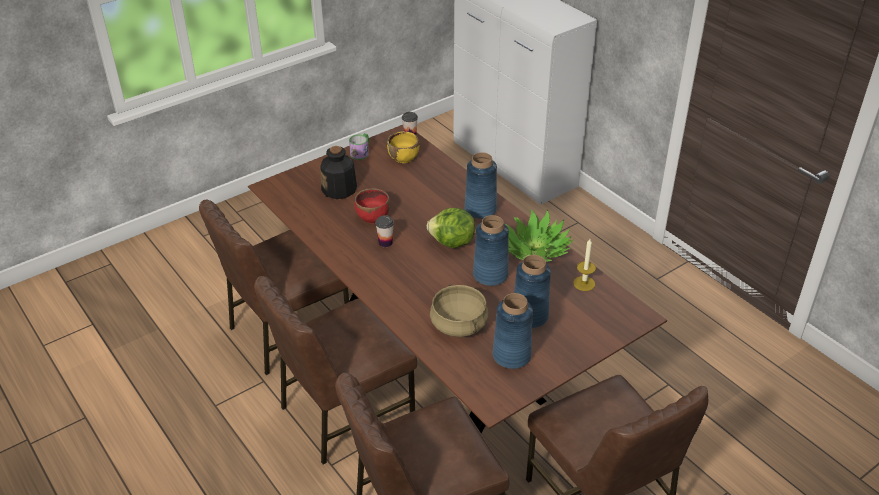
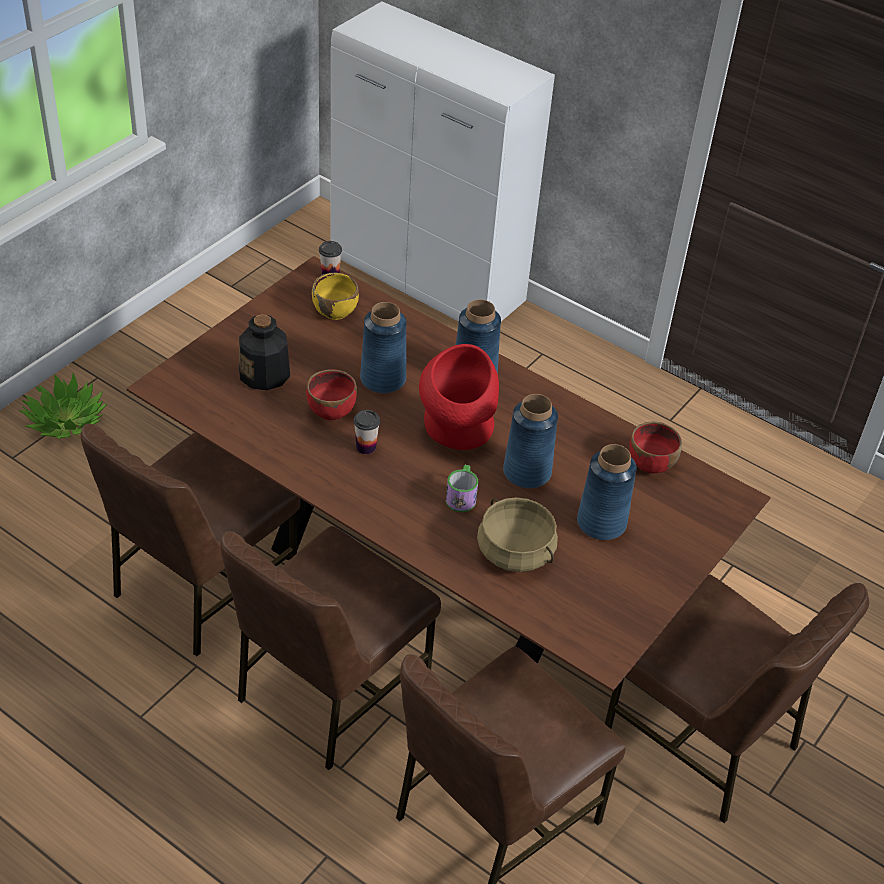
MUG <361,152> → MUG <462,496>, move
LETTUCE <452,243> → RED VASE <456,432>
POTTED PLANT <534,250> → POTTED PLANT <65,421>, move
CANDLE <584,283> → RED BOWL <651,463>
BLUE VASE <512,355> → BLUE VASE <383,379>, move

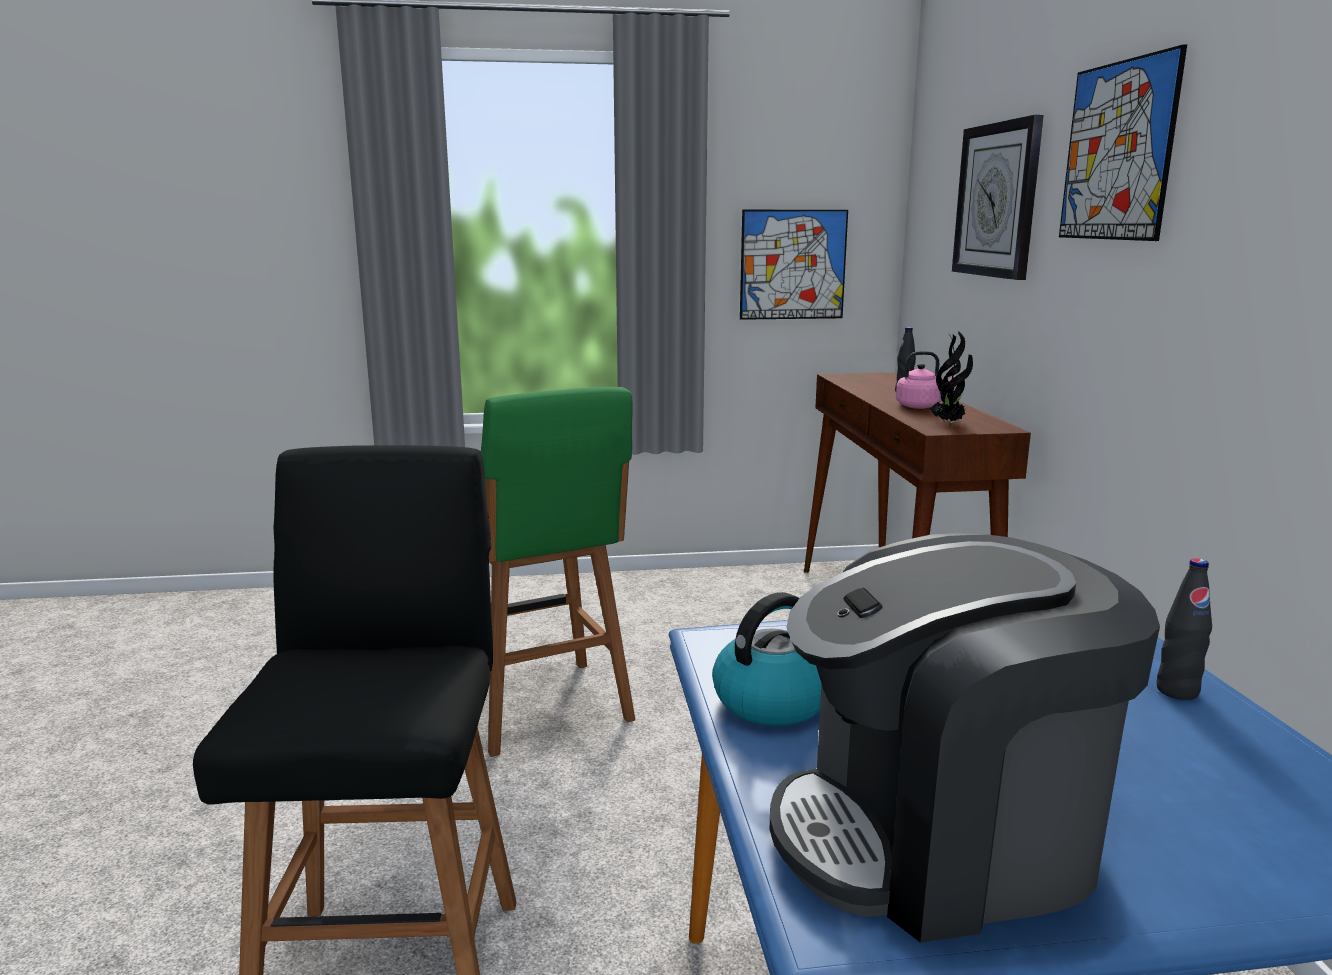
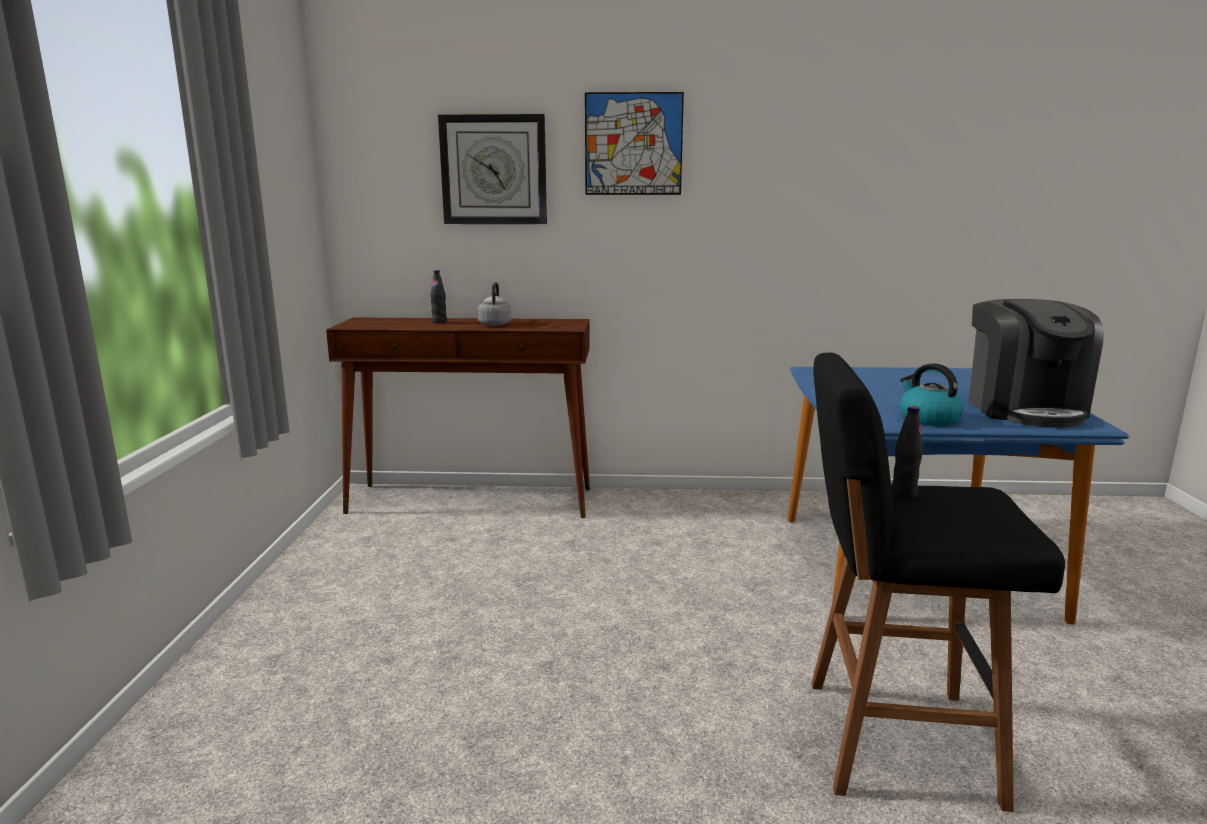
PICTURE <793,265> → -
POTTED PLANT <949,423> → -
PINK KETTLE <921,406> → GREY KETTLE <495,324>
GREEN STOOL <544,709> → -
BLACK BOTTLE <1177,691> → BLACK BOTTLE <903,495>, move

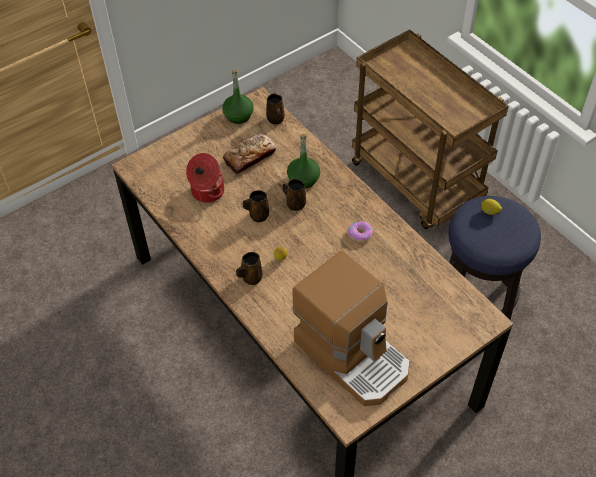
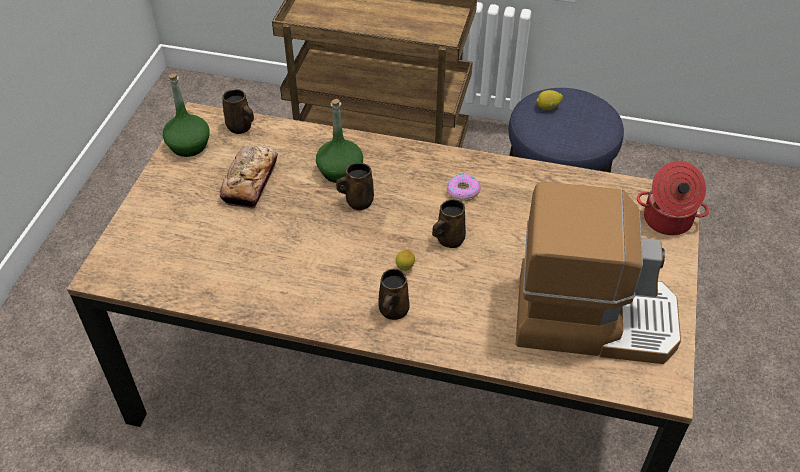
COOKING POT <207,192> → COOKING POT <667,220>, move
BROWN MUG <258,215> → BROWN MUG <449,239>, move

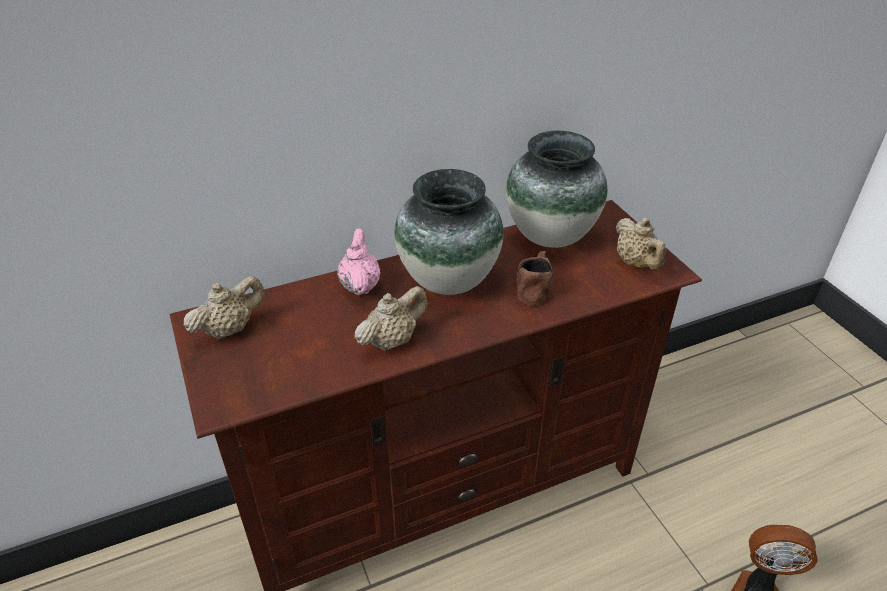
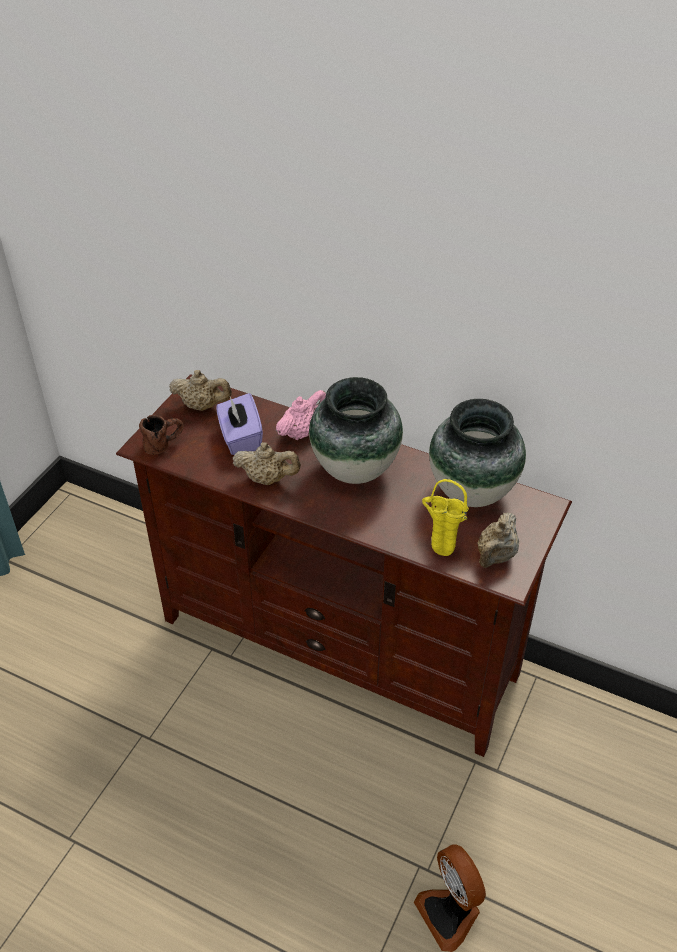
BROWN MUG <534,290> → BROWN MUG <164,444>, move
- → PURPLE TISSUE BOX <240,438>
- → YELLOW VASE <439,553>

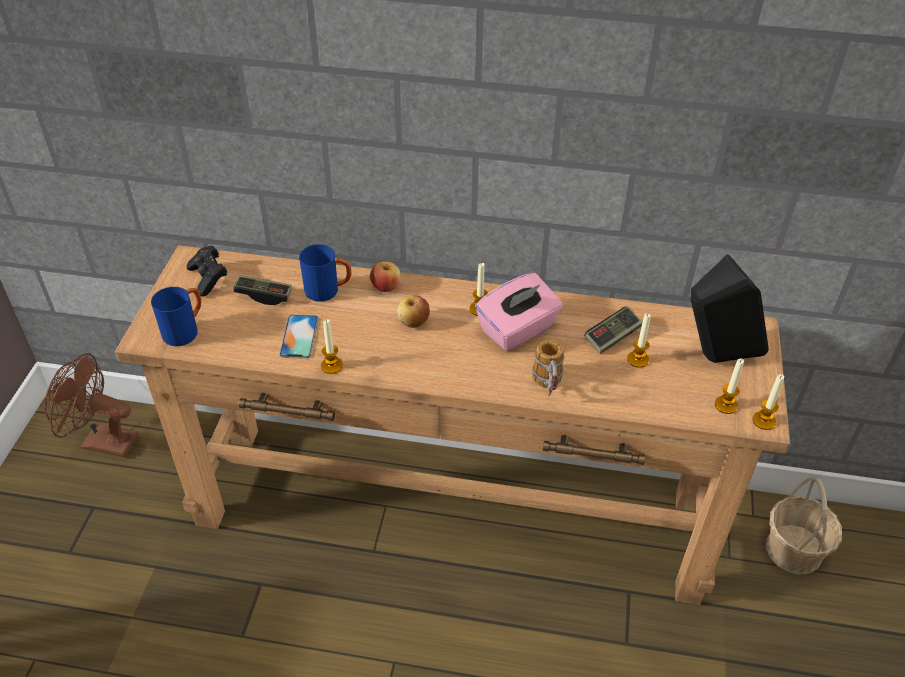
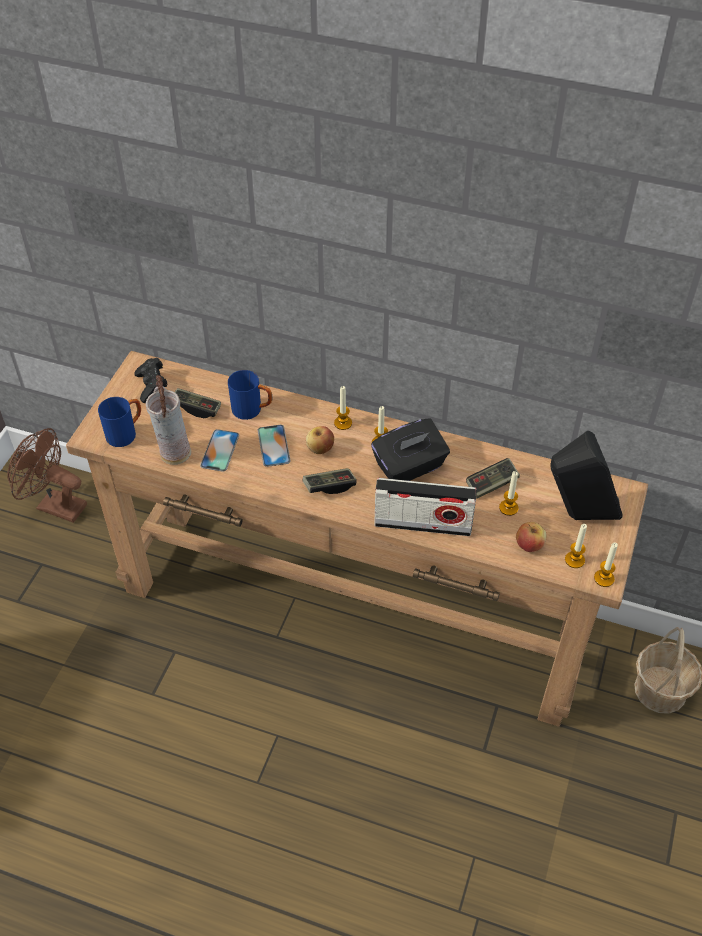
APPLE <386,287> → APPLE <529,545>, move
PINK TISSUE BOX <518,330> → BLACK TISSUE BOX <409,467>
CANDLE <331,366> → CANDLE <343,423>, move
MUG <548,387> → RADIO <423,524>
- → VASE <174,454>
- → PHONE <273,445>
- → GAME CONTROLLER <329,486>

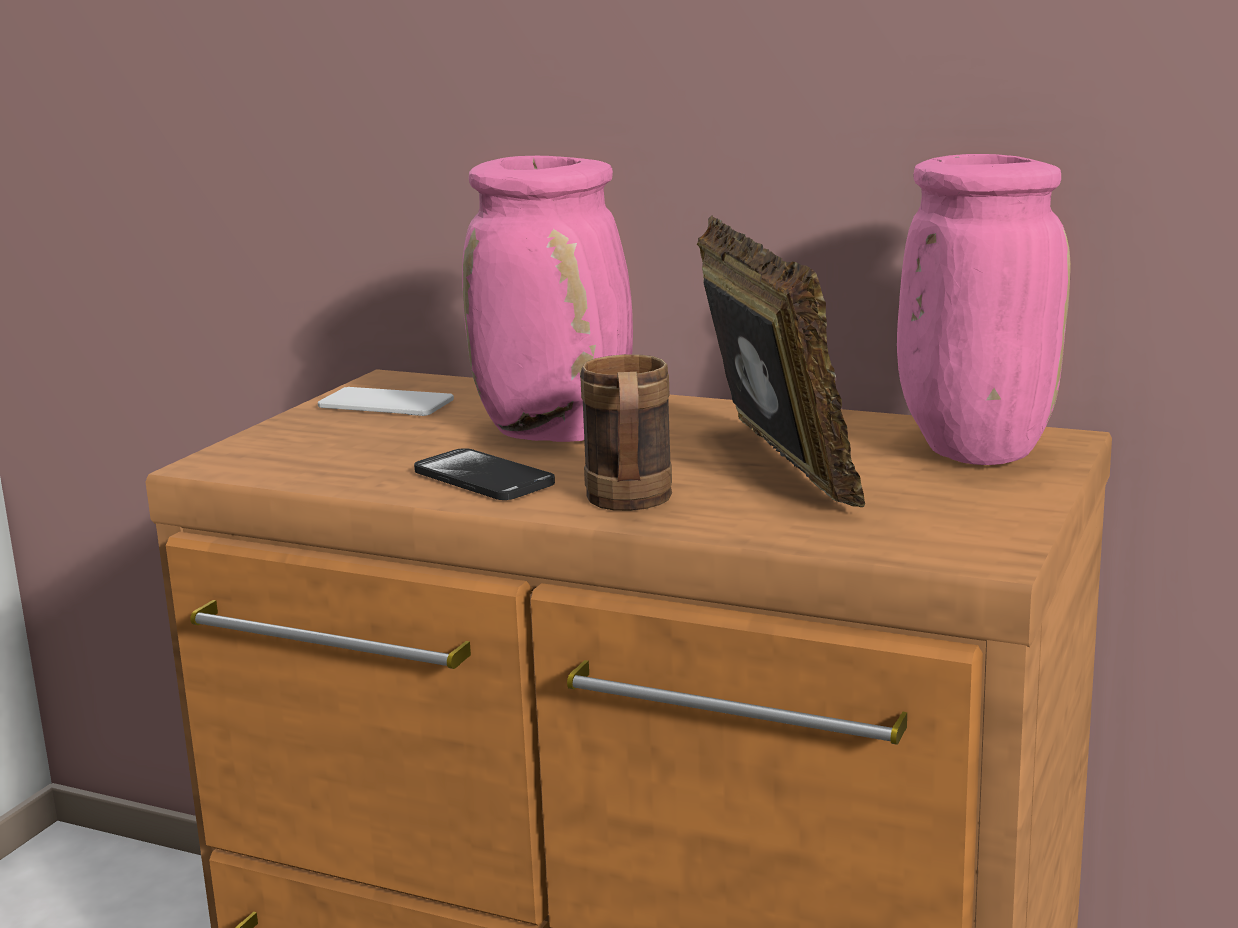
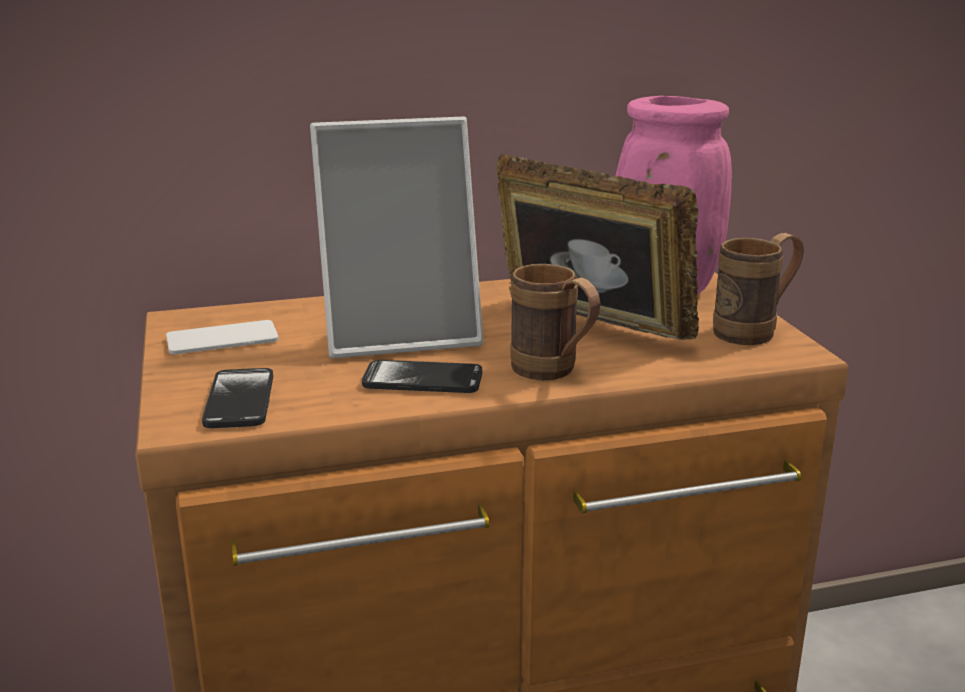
PINK VASE <558,433> → PICTURE FRAME <401,333>
- → BROWN MUG <755,331>
- → PHONE <239,400>

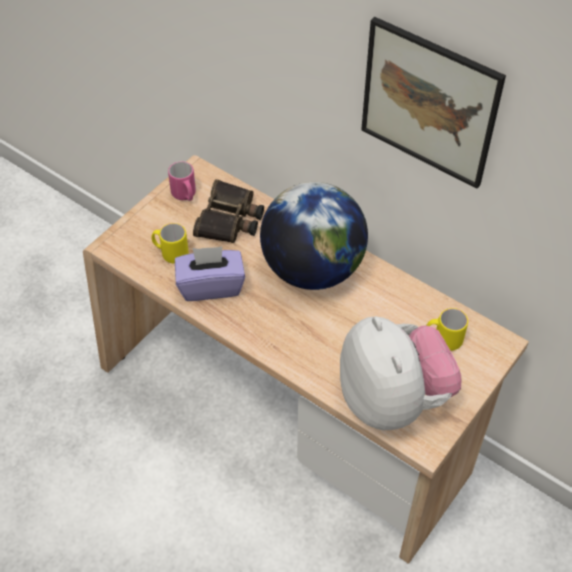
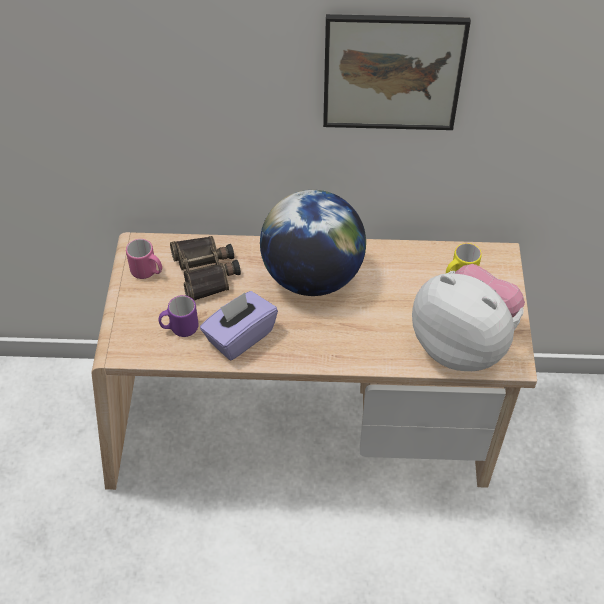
YELLOW MUG <170,253> → PURPLE MUG <179,328>

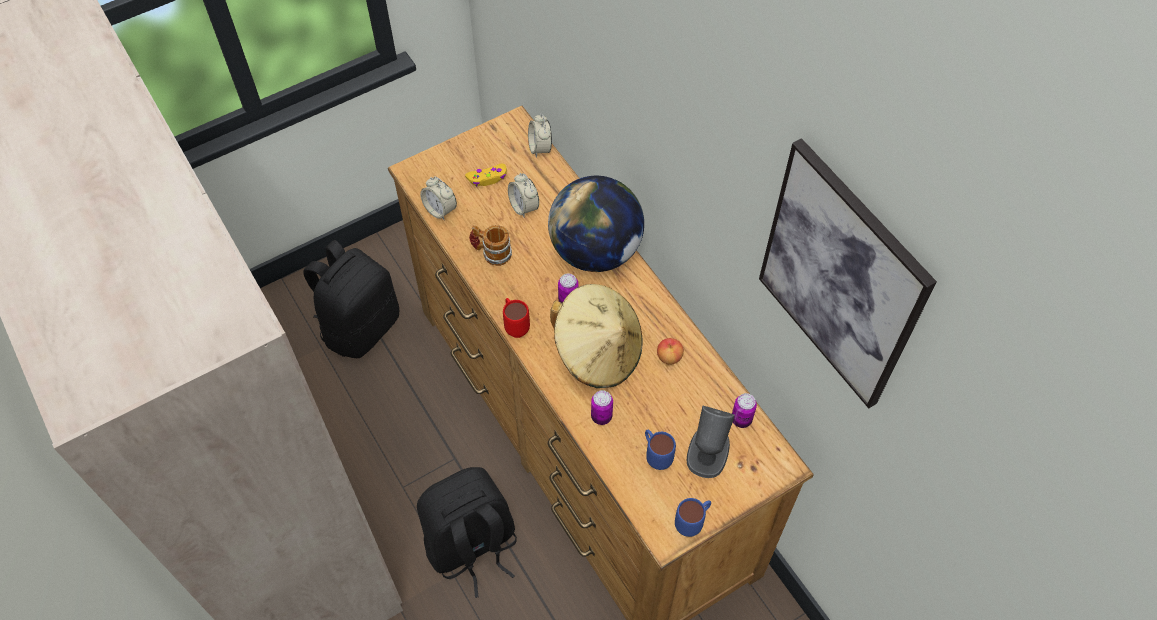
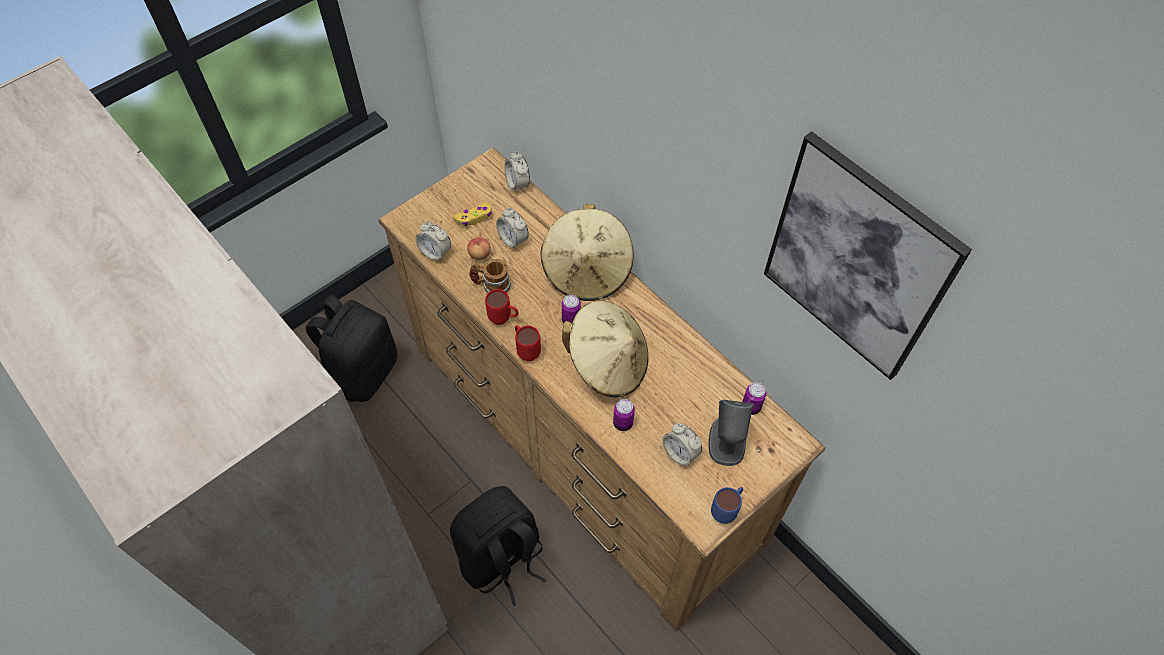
GLOBE <595,251> → BEIGE HAT <587,271>
APPLE <669,357> → APPLE <479,254>, move
BLUE MUG <656,456> → ALARM CLOCK <680,453>
- → RED MUG <504,319>

